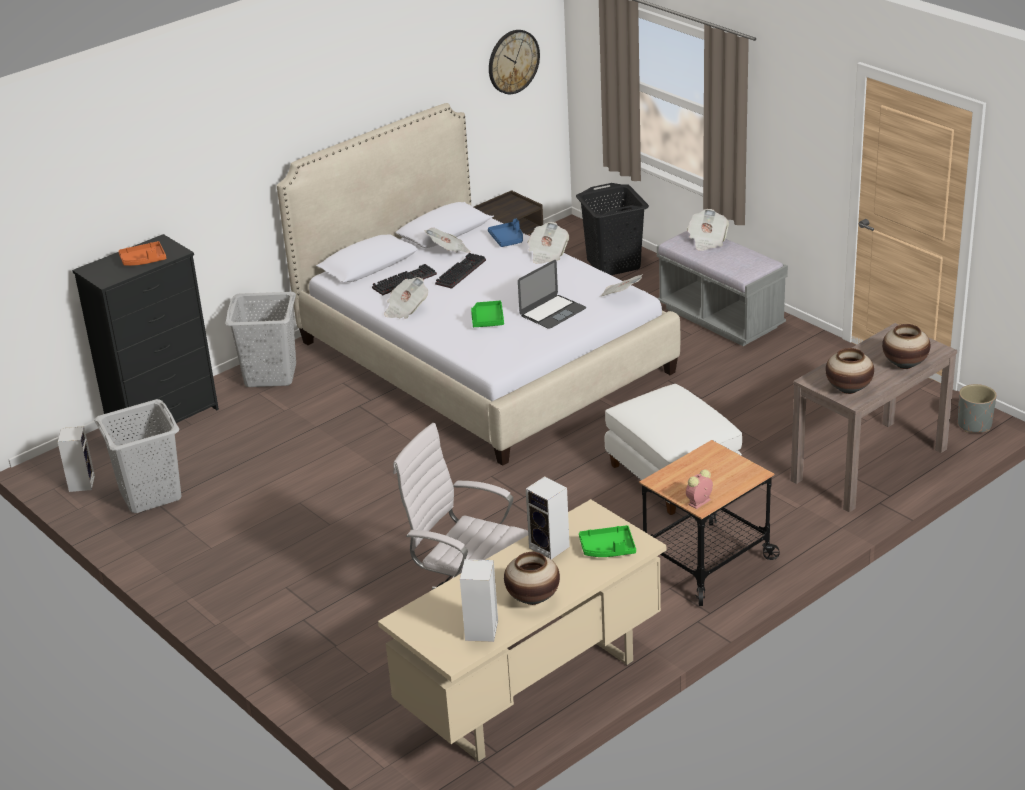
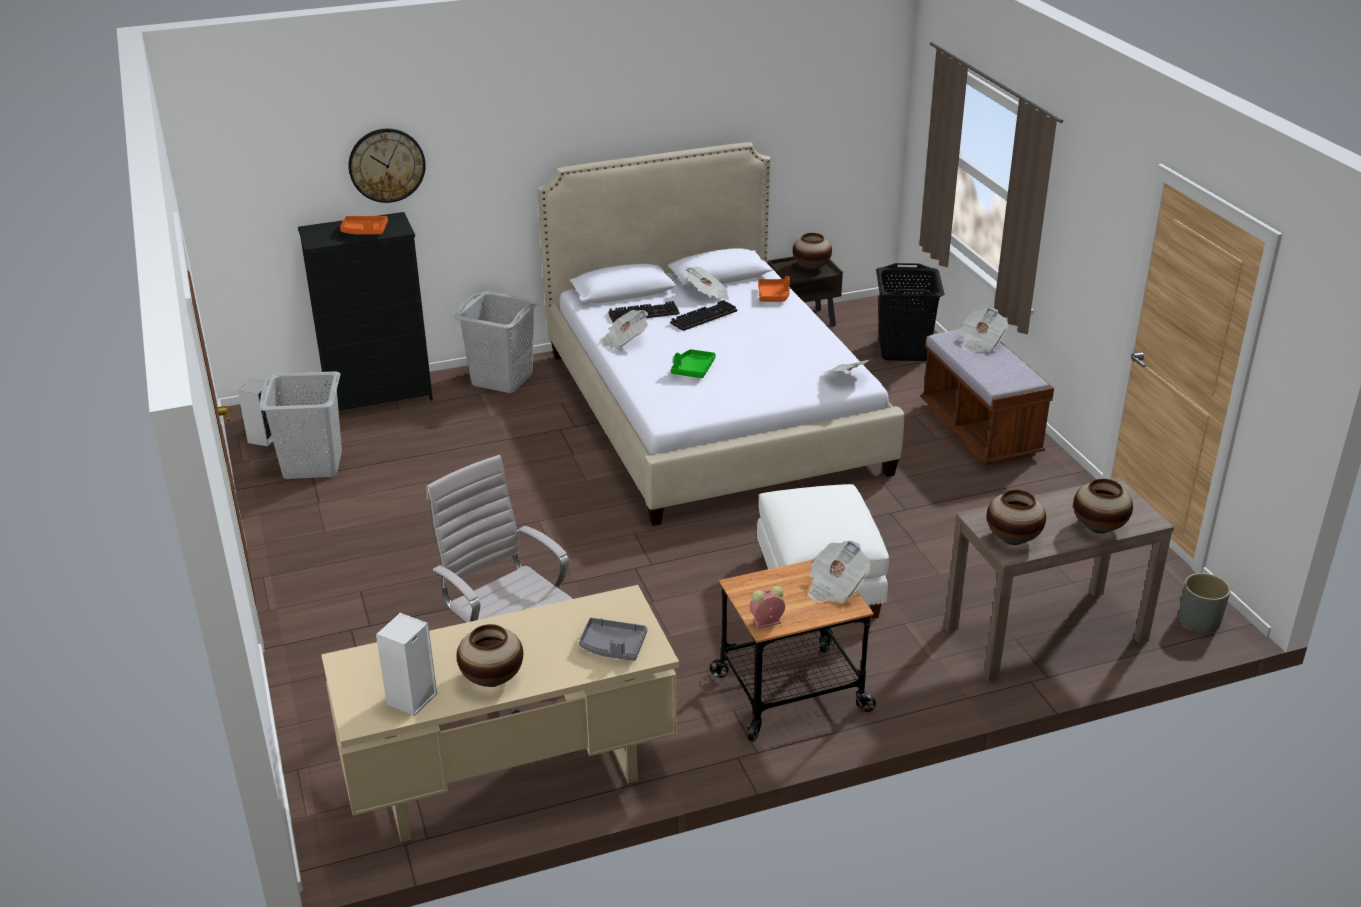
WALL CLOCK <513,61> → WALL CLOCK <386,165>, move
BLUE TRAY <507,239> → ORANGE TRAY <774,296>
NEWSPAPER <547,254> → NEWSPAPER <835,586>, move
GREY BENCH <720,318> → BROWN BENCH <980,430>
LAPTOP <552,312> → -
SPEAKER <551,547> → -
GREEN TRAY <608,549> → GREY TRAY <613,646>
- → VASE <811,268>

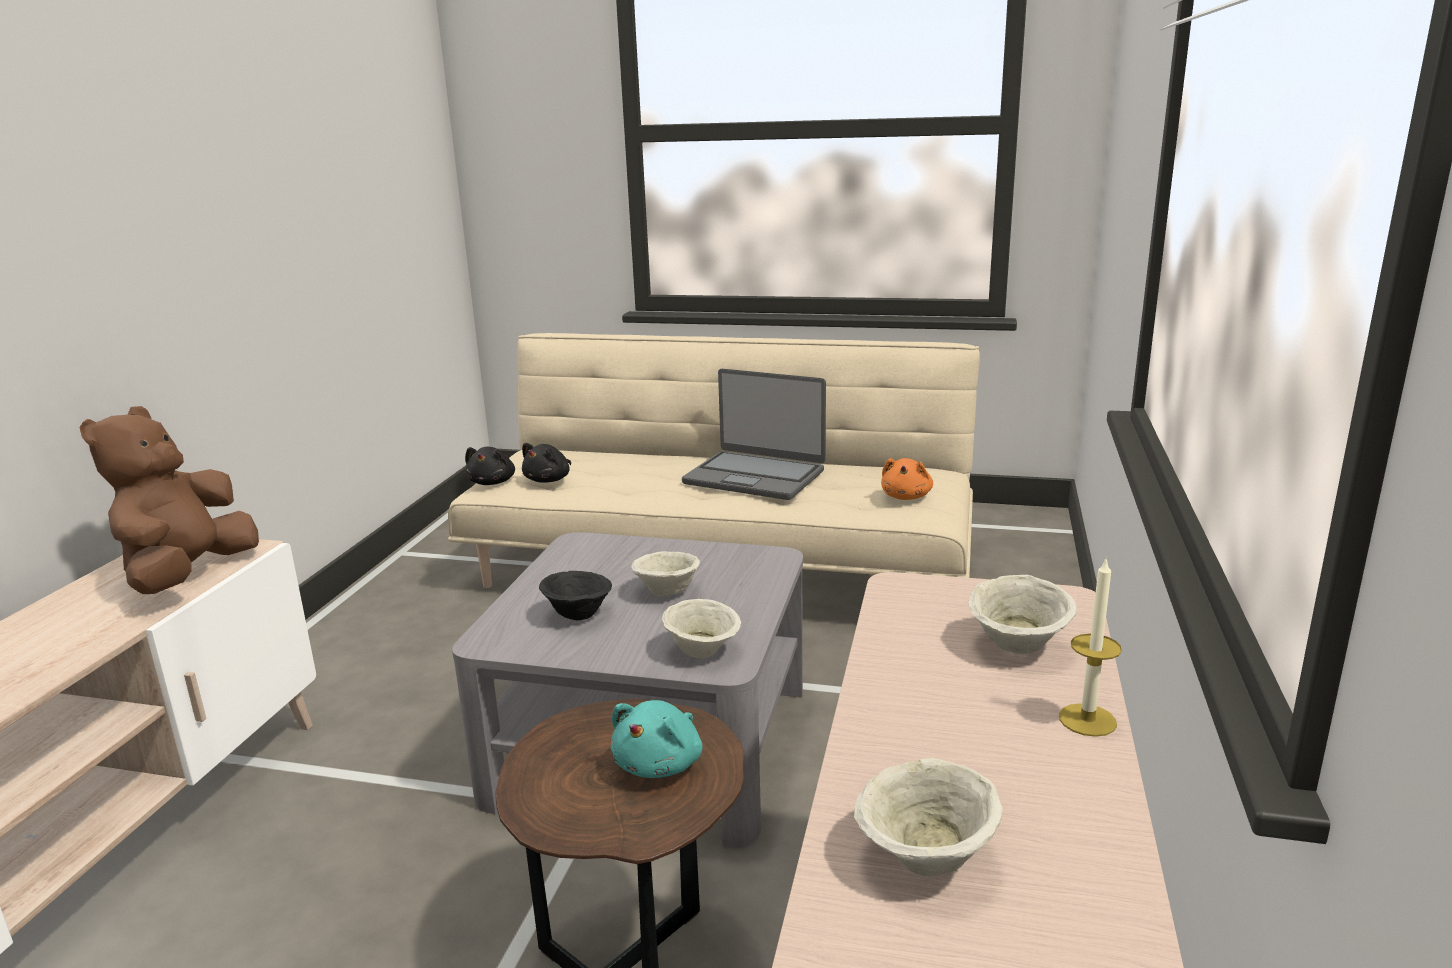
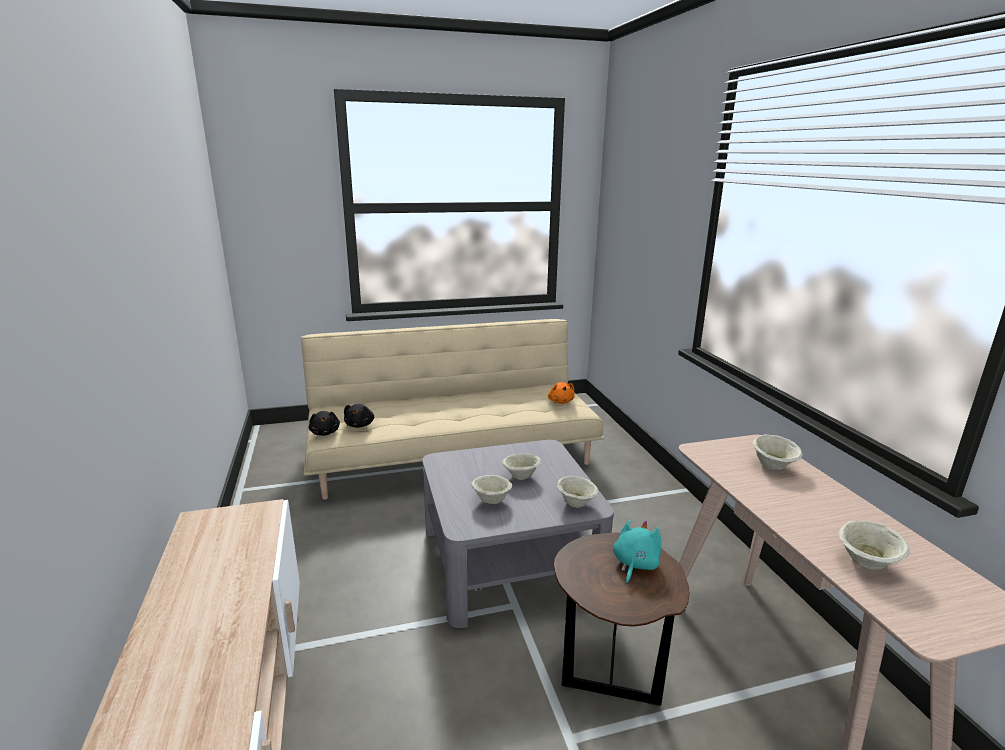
LAPTOP <755,476> → -
BROWN PLUSH TOY <188,576> → -
CANDLE <1087,720> → -
BLACK BOWL <577,615> → BEIGE BOWL <491,501>
TURQUOISE PLUSH TOY <661,764> → TURQUOISE PLUSH TOY <635,564>, 150 degrees counterclockwise

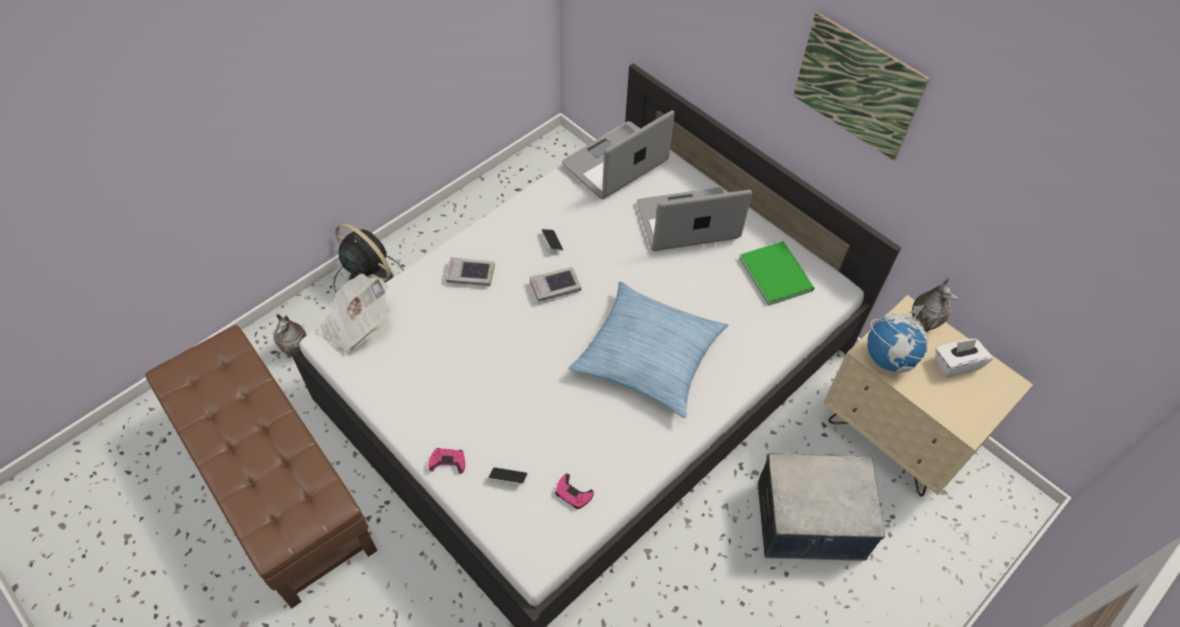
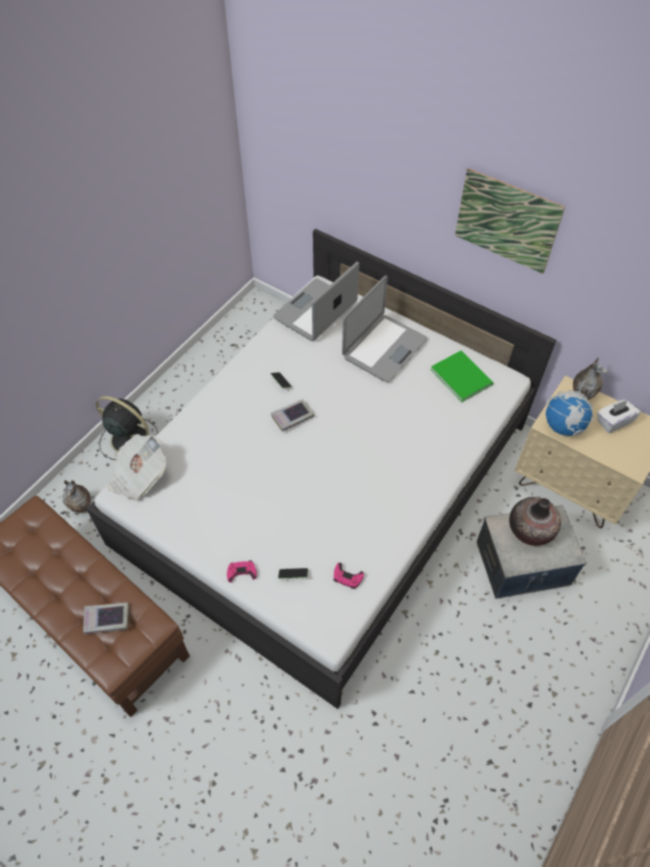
LAPTOP <687,222> → LAPTOP <384,348>, 150 degrees clockwise
BOOK <470,275> → BOOK <107,619>, move
PILLOW <648,355> → -
- → VASE <530,530>

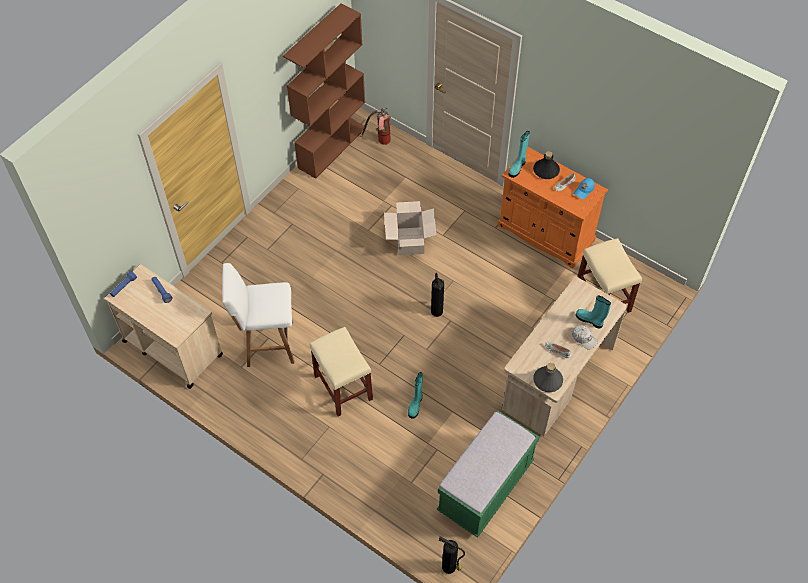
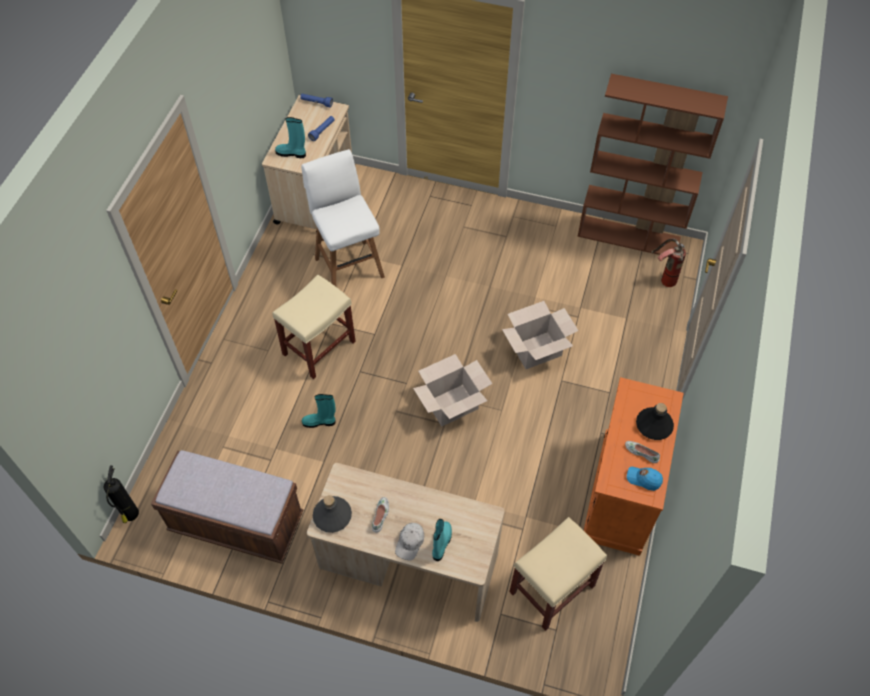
TURQUOISE BOOT <517,167> → TURQUOISE BOOT <292,153>, move
FIRE EXTINGUISHER <436,311> → CARDBOARD BOX <452,405>
GREEN BENCH <485,487> → BROWN BENCH <237,523>

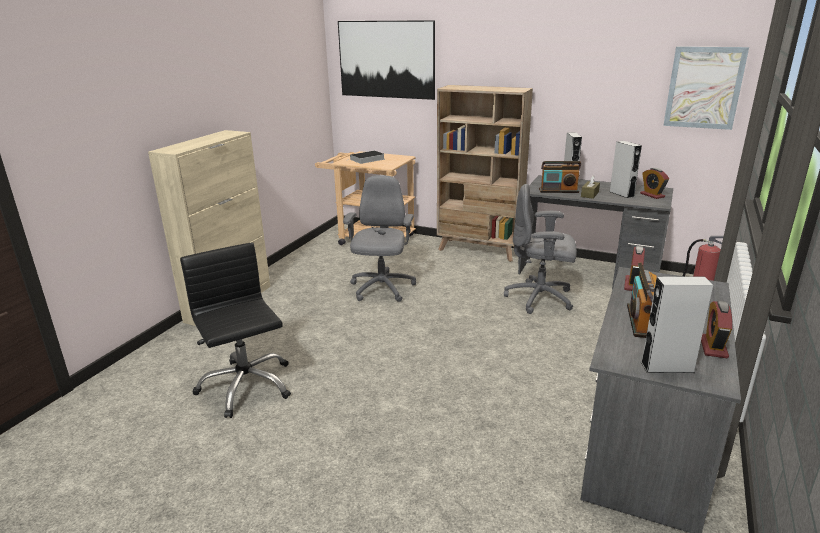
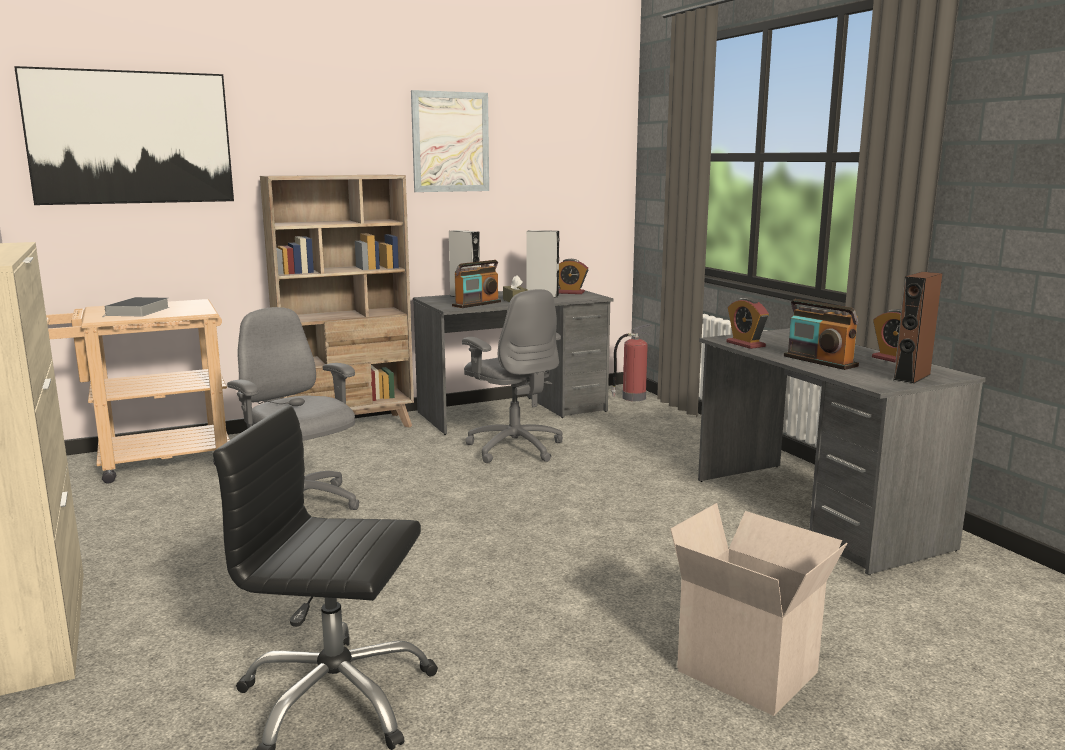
PICTURE <704,88> → PICTURE <450,142>, move
GREY OFFICE CHAIR <540,298> → GREY OFFICE CHAIR <514,448>, 90 degrees counterclockwise
GREY SPEAKER <667,367> → BROWN SPEAKER <912,377>
- → CARDBOARD BOX <751,671>

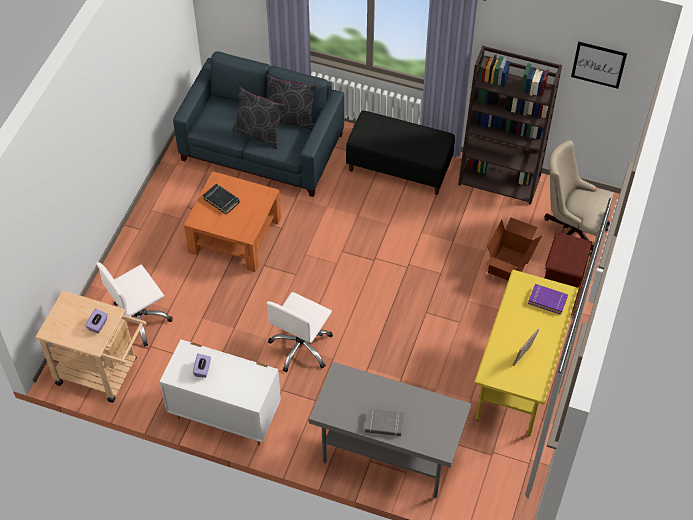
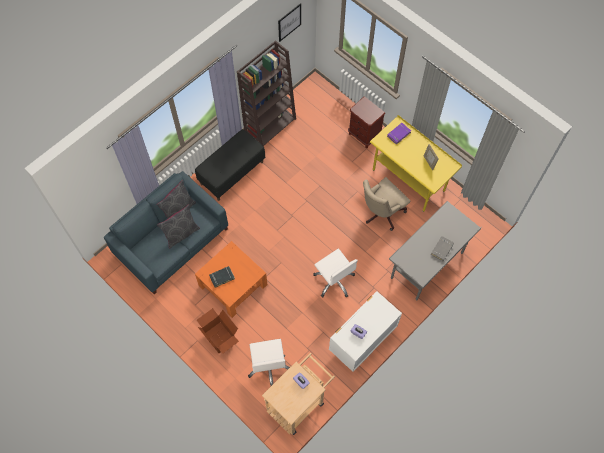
BEIGE OFFICE CHAIR <570,230> → BEIGE OFFICE CHAIR <381,213>, move
CARDBOARD BOX <509,265> → CARDBOARD BOX <220,337>, move

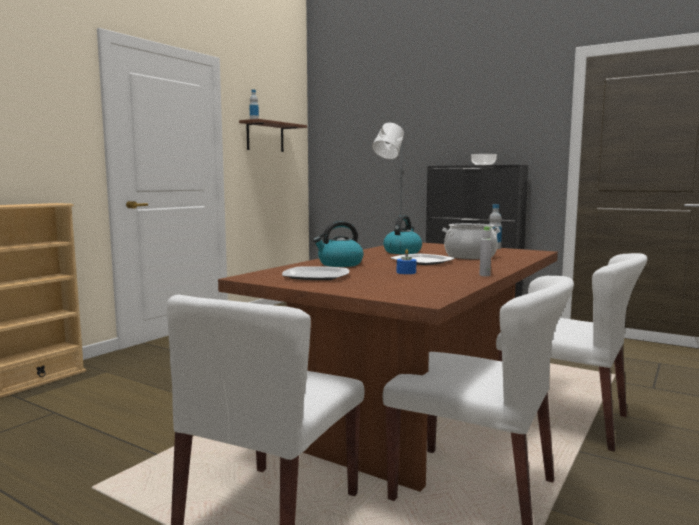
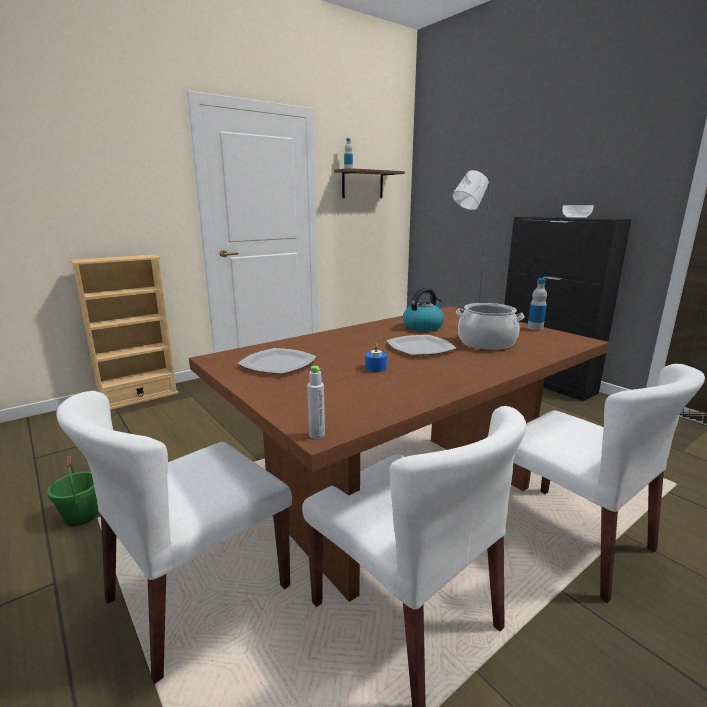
KETTLE <339,264> → -
GREY BOTTLE <484,275> → GREY BOTTLE <317,435>, move
- → GREEN BUCKET <81,516>

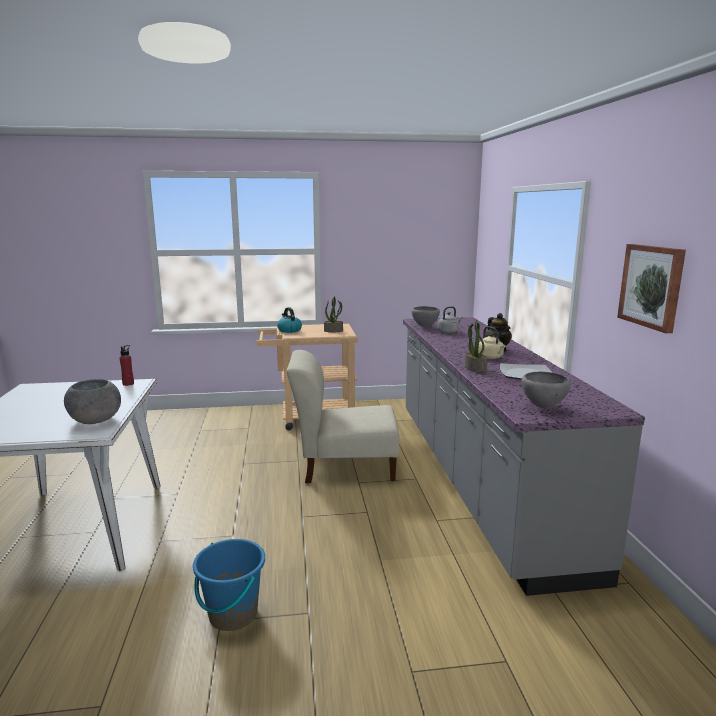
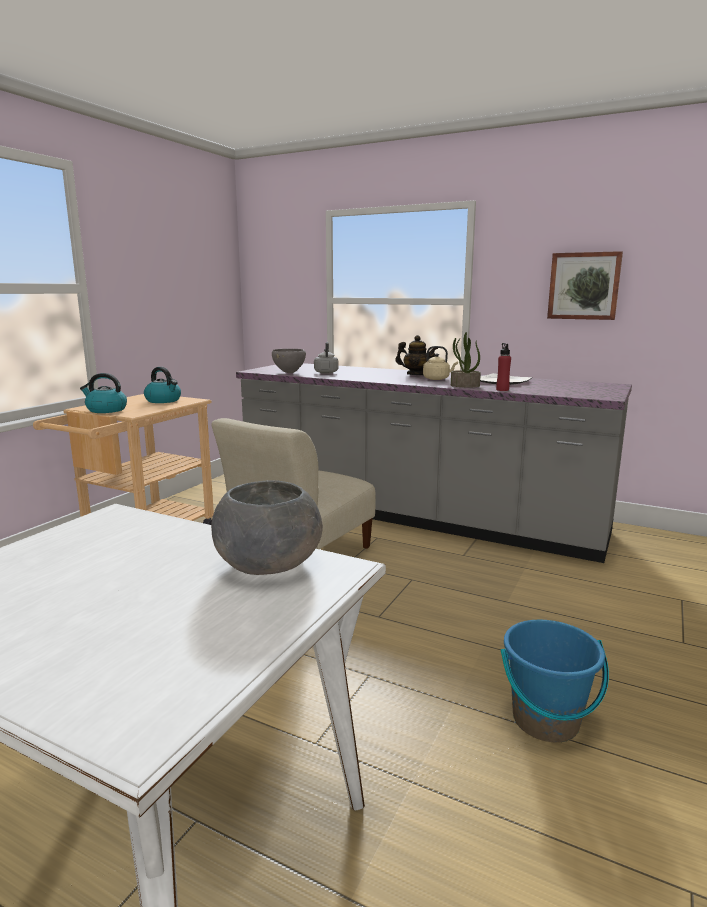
POTTED PLANT <333,331> → KETTLE <164,400>
RED BOTTLE <128,384> → RED BOTTLE <502,390>, move
GREY BOWL <542,407> → -

